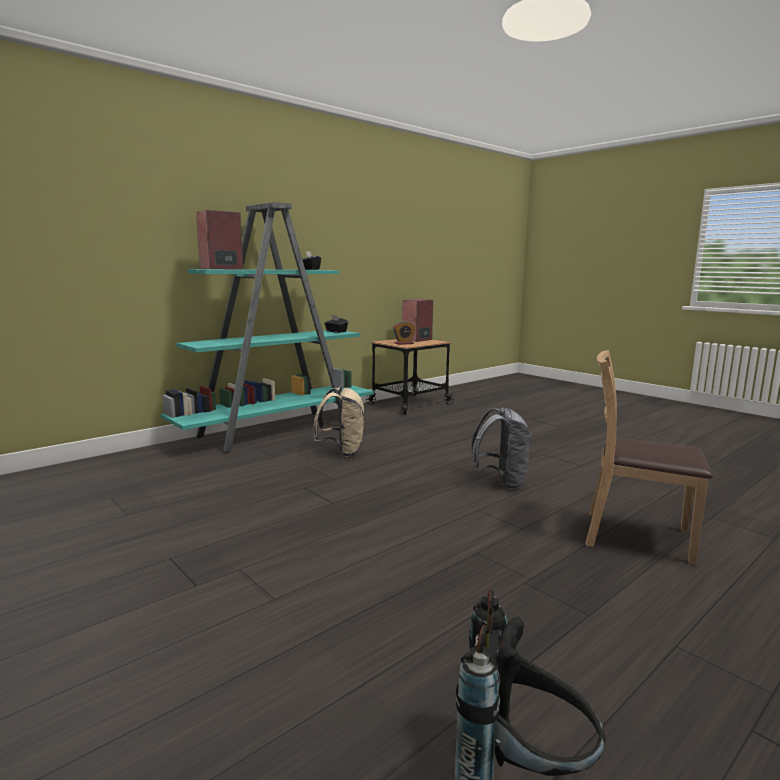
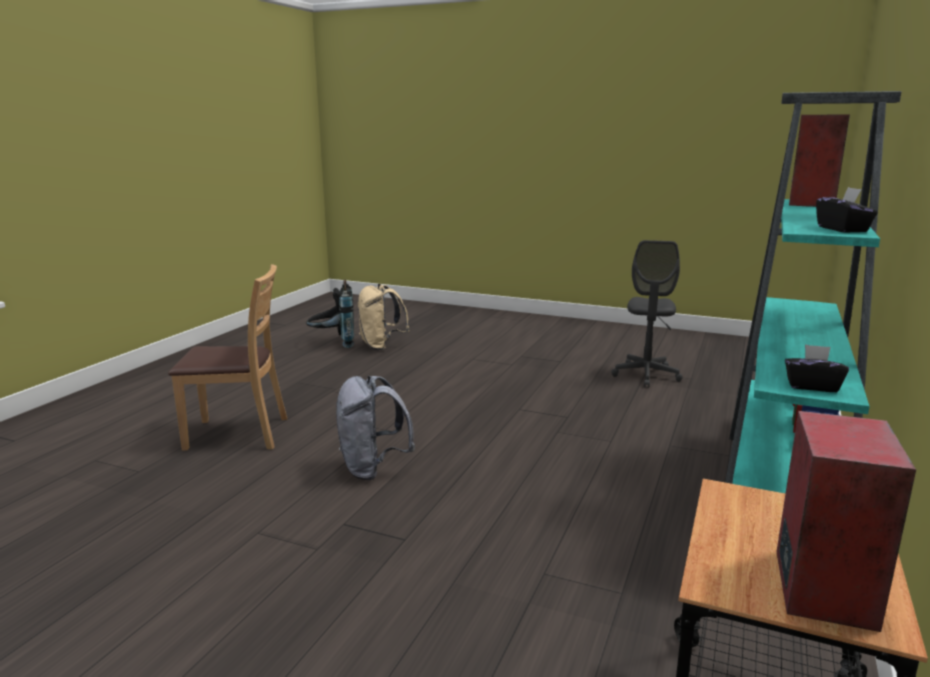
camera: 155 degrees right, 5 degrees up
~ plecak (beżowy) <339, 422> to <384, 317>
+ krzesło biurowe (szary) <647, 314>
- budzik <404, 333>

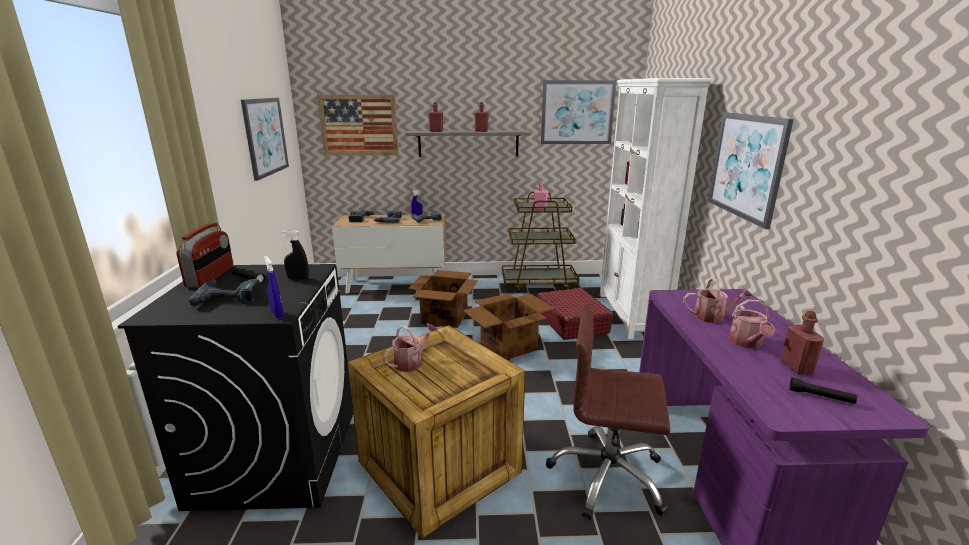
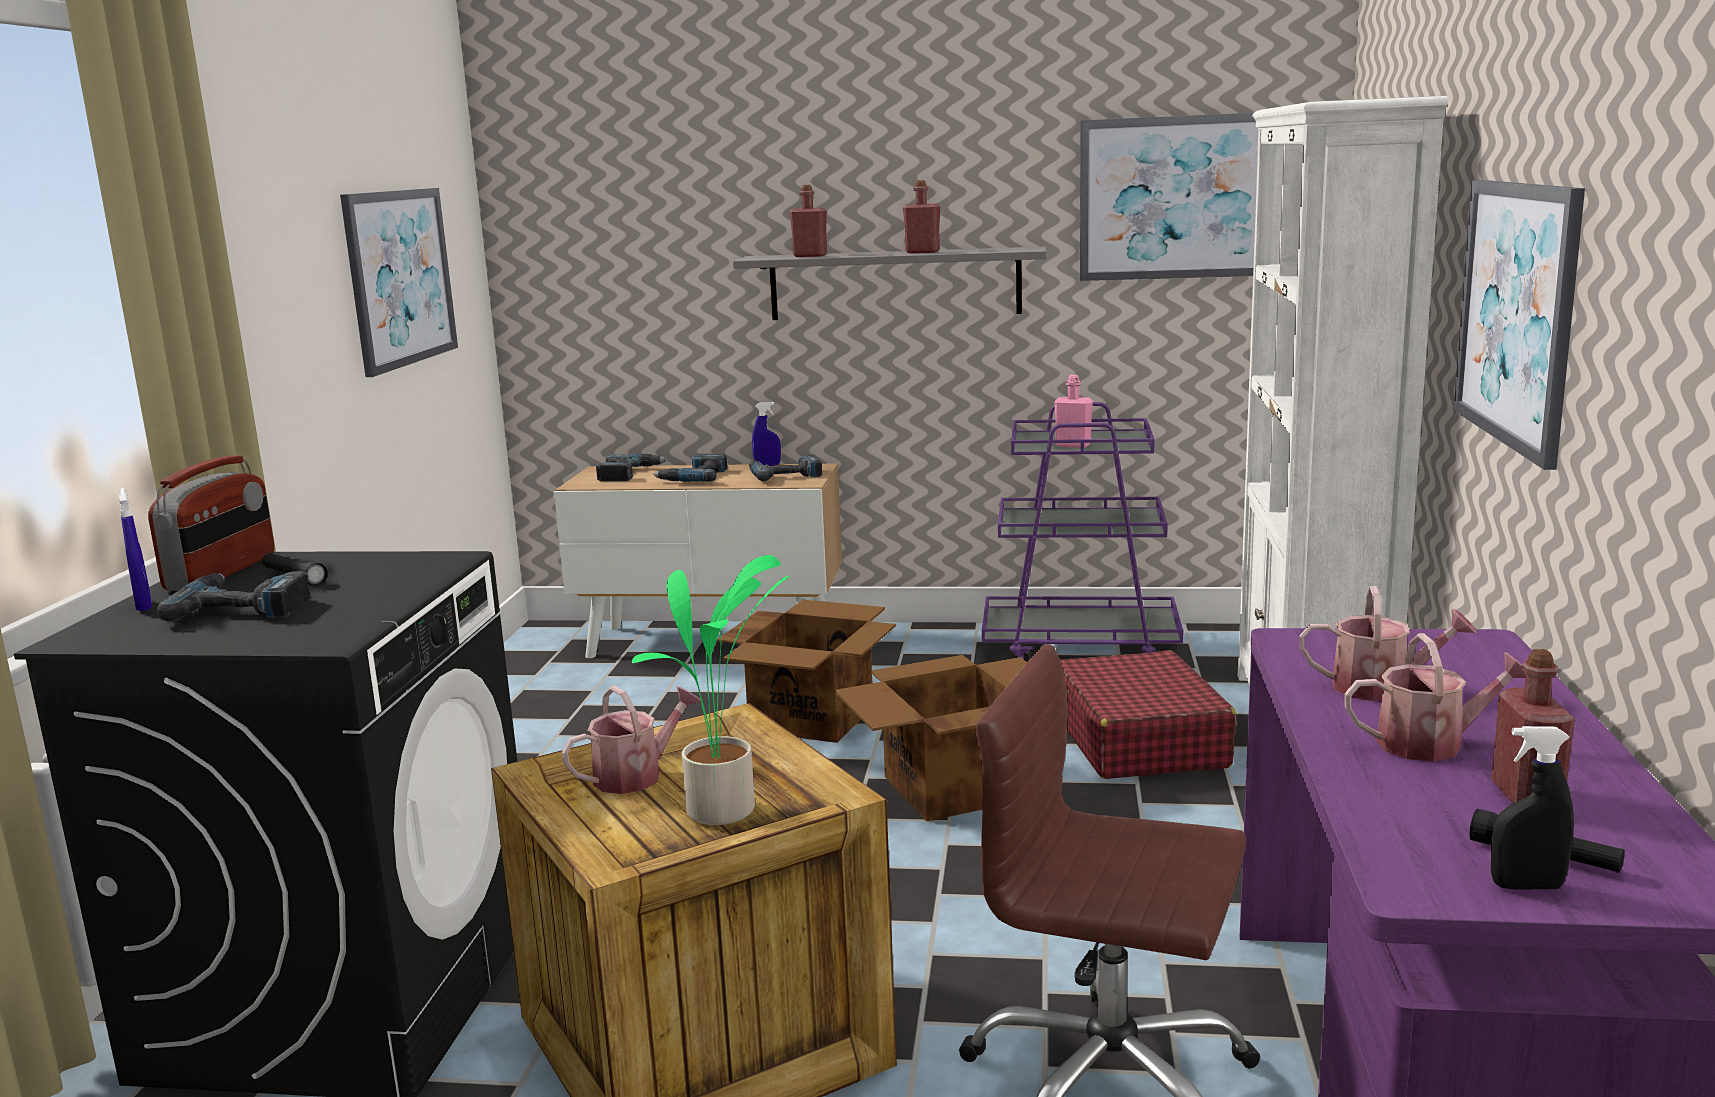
camera: 10 degrees right, 5 degrees down
~ spryskiwacz (niebieski) <274, 287> to <135, 549>
+ roślina doniczkowa <711, 690>
~ wózek (brązowy) <540, 242> to wózek (fioletowy) <1082, 532>
~ konewka <752, 324> = <1435, 697> 105 degrees counterclockwise
~ spryskiwacz (czarny) <295, 255> to <1532, 808>
- obraz <358, 125>

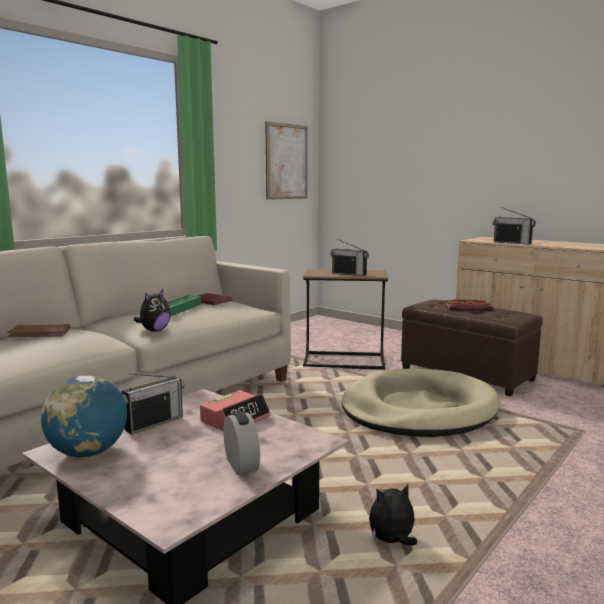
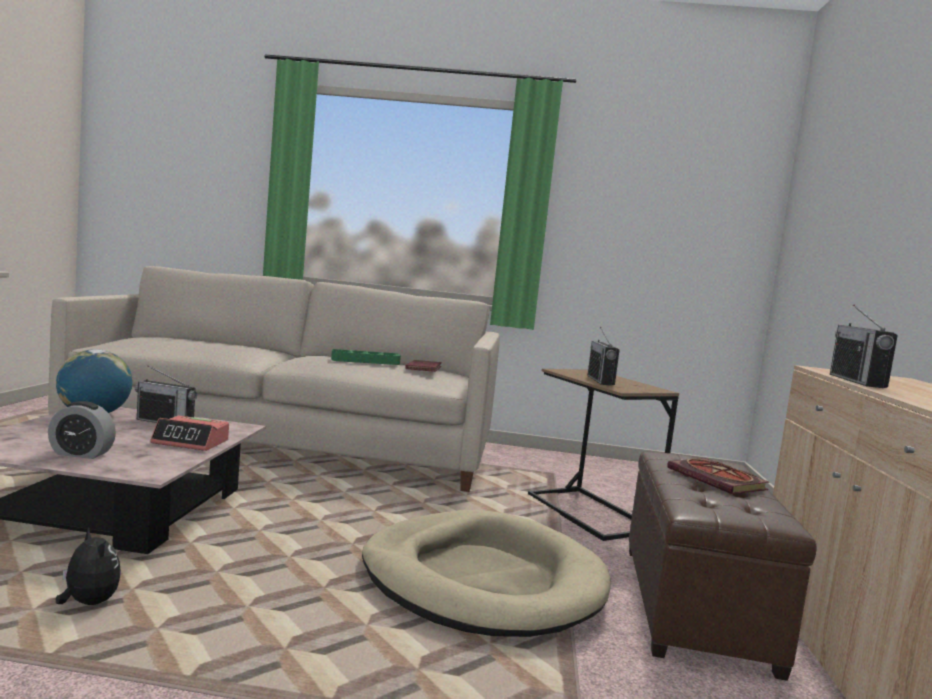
camera: 55 degrees right, 5 degrees down
~ budzik <242, 443> = <82, 430> 60 degrees clockwise
- książka (brązowy) <38, 330>
- pluszak <152, 311>
- obraz <286, 160>

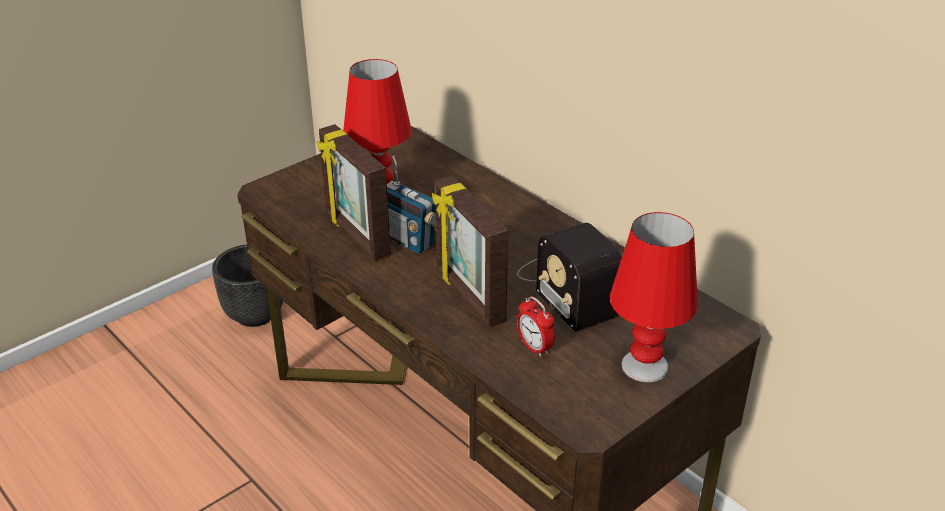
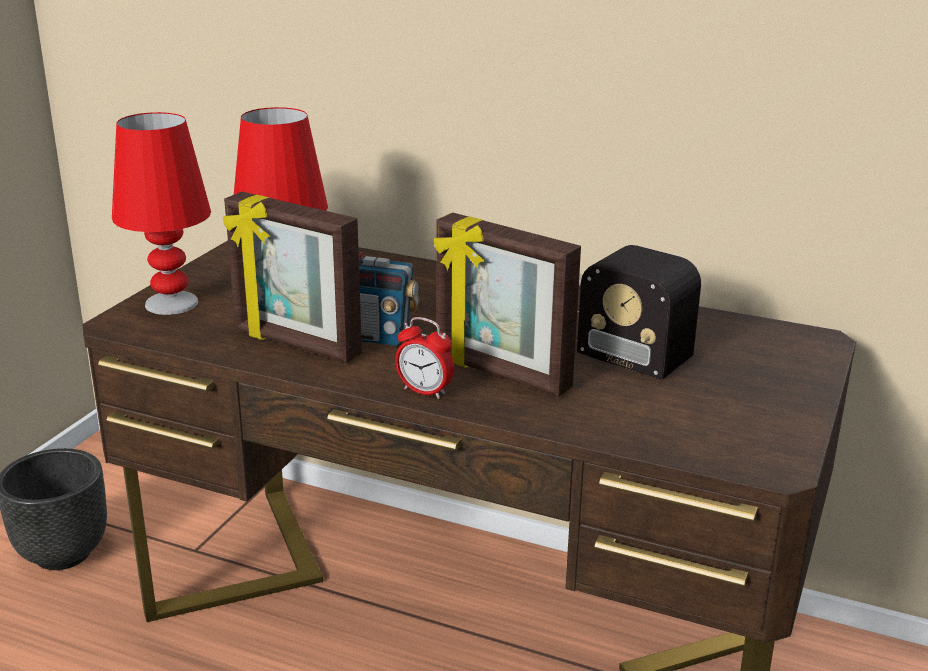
camera: 25 degrees left, 10 degrees down
~ lampa stołowa (czerwony) <654, 297> to <161, 213>
~ budzik <536, 326> to <424, 358>

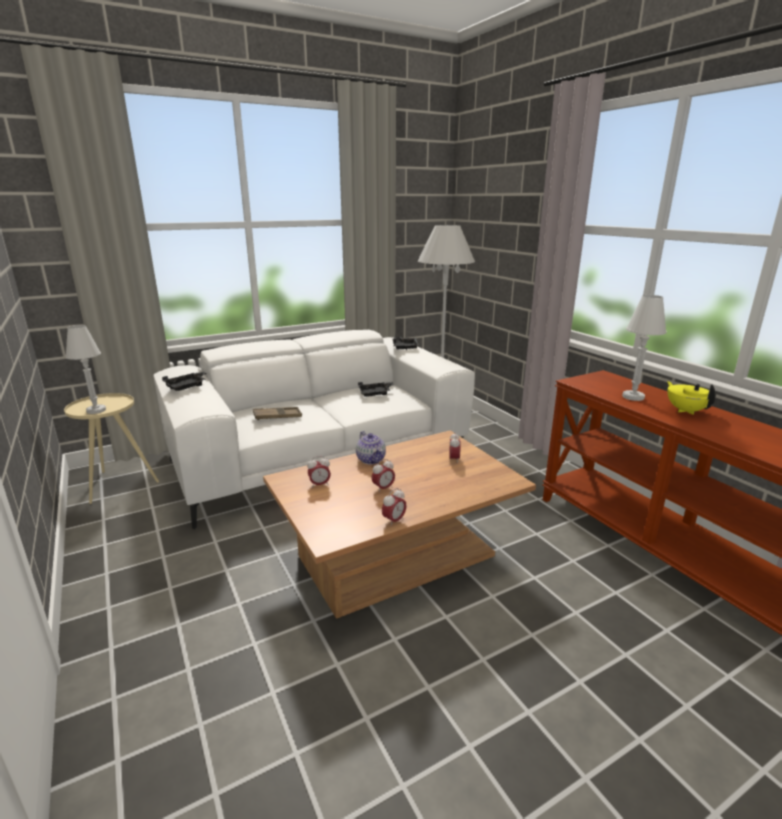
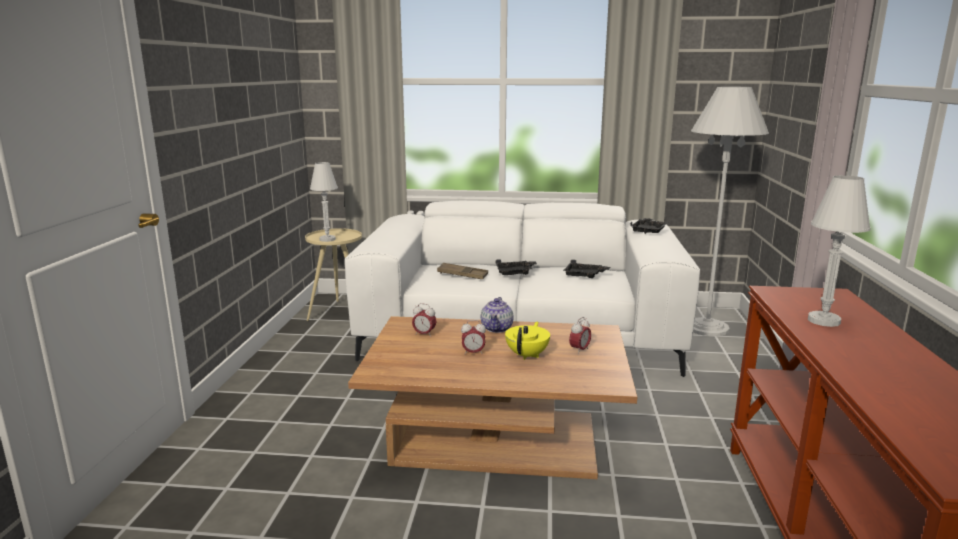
camera: 35 degrees right, 5 degrees down
~ taca (czarny) <184, 381> to <516, 267>
~ imbryk (żółty) <691, 398> to <527, 341>
- budzik <394, 506>

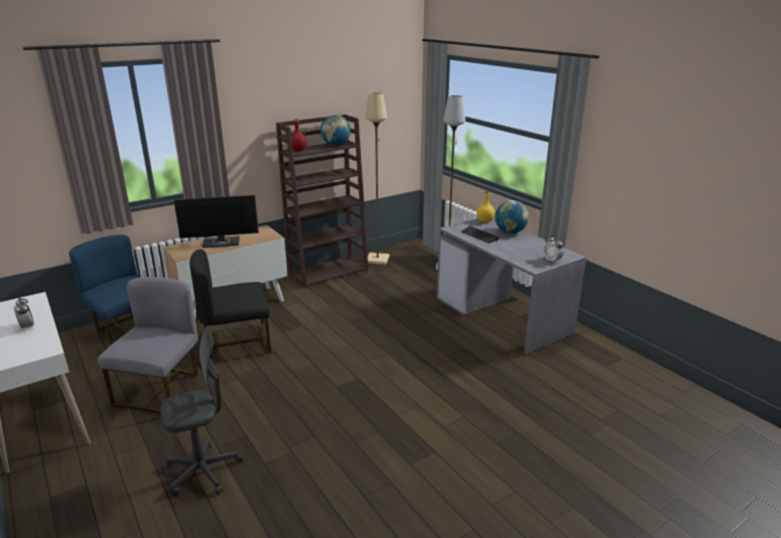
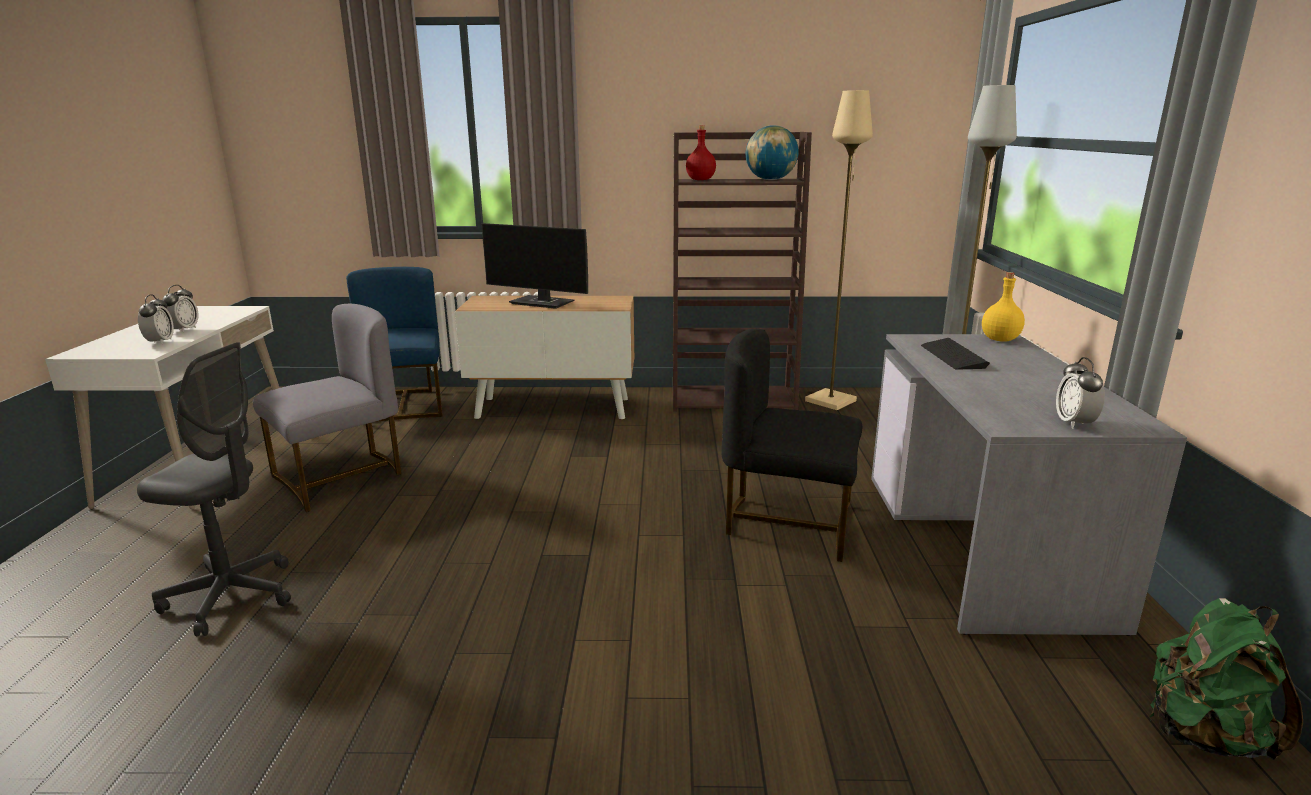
camera: 35 degrees right, 5 degrees down
+ budzik <156, 319>
~ krzesło (czarny) <230, 303> to <791, 445>
+ plecak (zielony) <1226, 679>
- globus <512, 216>

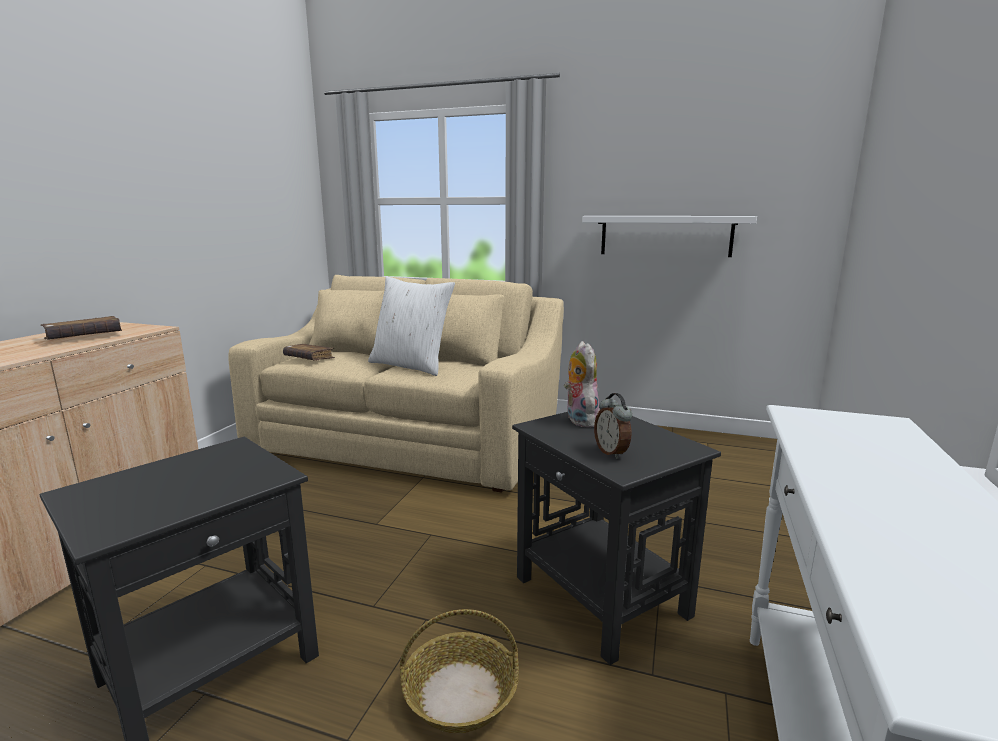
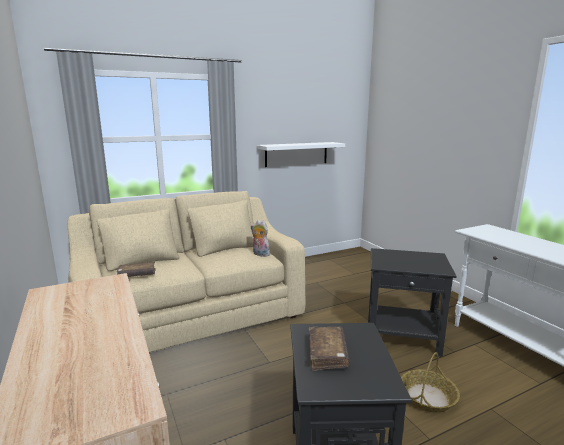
camera: 45 degrees left, 0 degrees up
~ pluszak <582, 384> to <260, 238>
~ książka (brązowy) <81, 328> to <329, 348>
- poduszka (biały) <411, 326>
- budzik <613, 426>

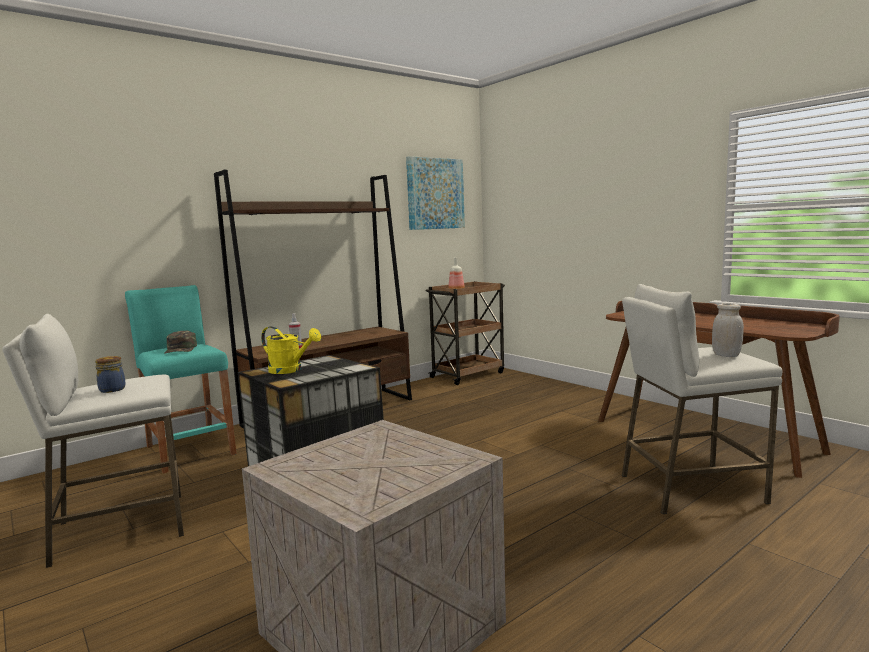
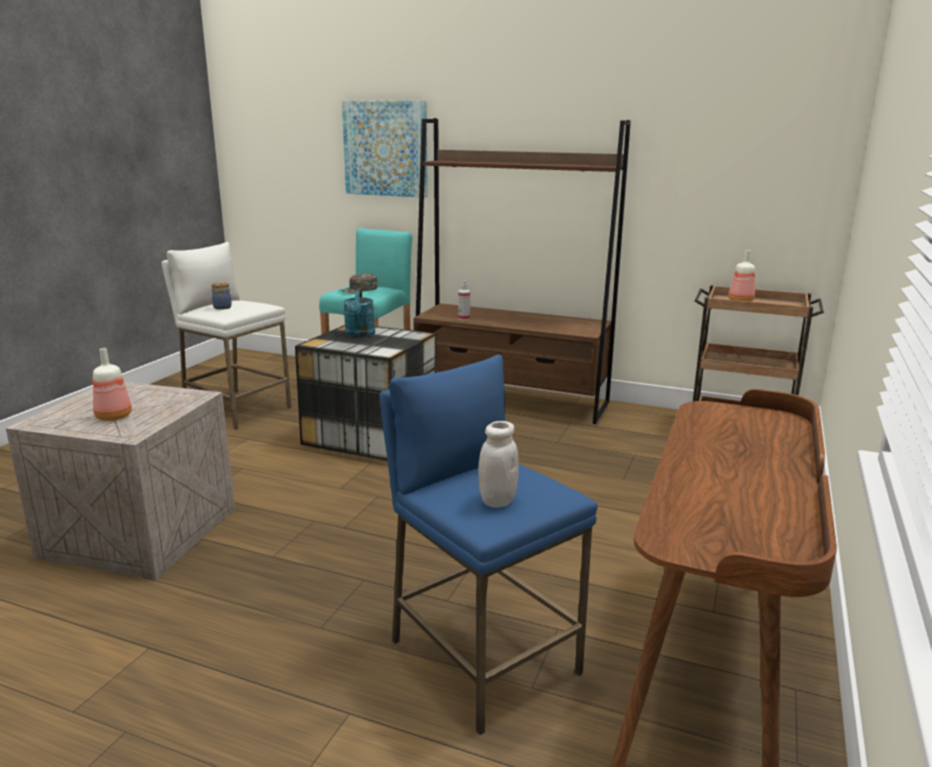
camera: 60 degrees right, 10 degrees up
+ butelka <112, 384>
~ obraz <435, 193> to <385, 149>
~ konewka (żółty) <291, 350> to konewka (turkusowy) <359, 313>
~ stołek (biały) <702, 399> to stołek (niebieski) <488, 544>

